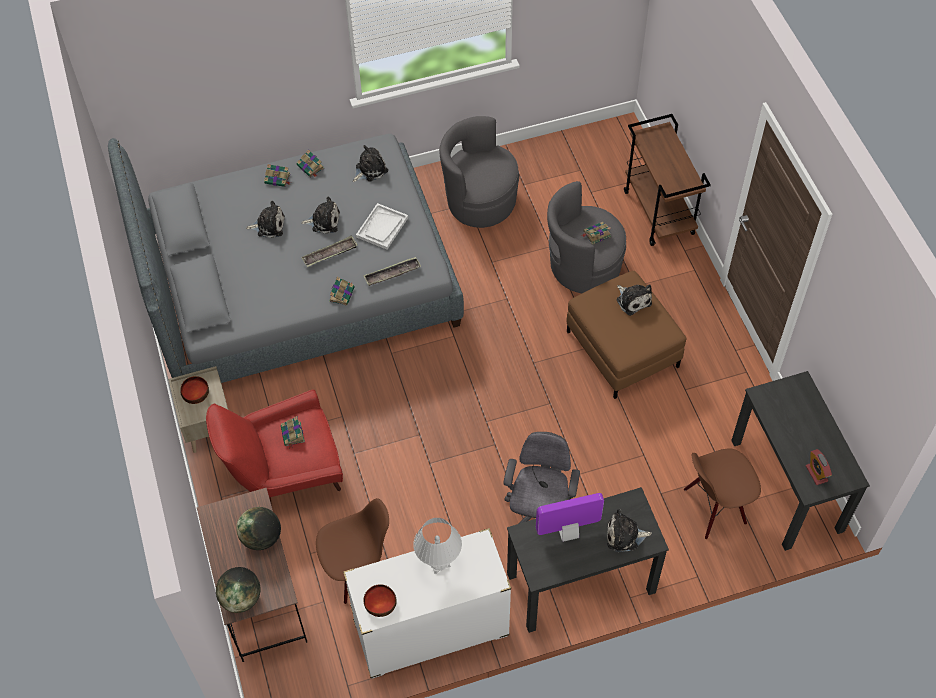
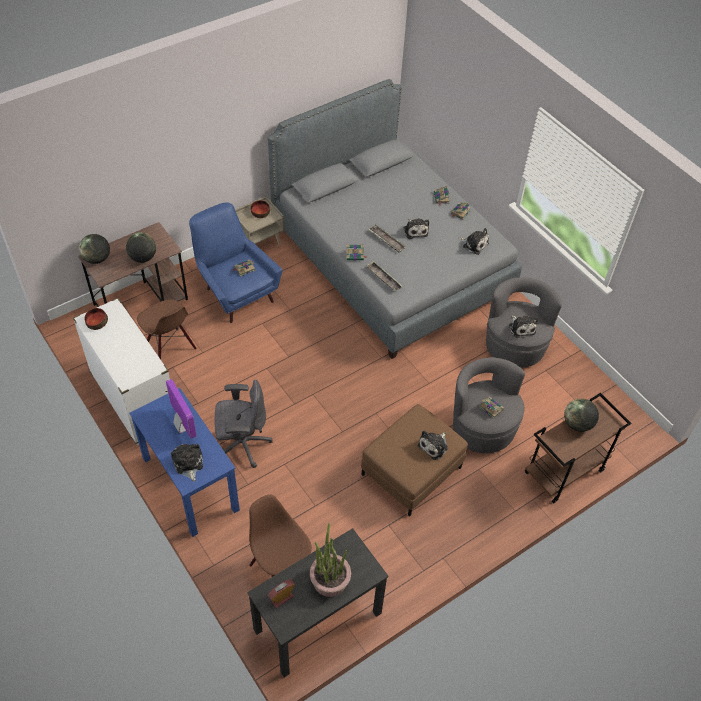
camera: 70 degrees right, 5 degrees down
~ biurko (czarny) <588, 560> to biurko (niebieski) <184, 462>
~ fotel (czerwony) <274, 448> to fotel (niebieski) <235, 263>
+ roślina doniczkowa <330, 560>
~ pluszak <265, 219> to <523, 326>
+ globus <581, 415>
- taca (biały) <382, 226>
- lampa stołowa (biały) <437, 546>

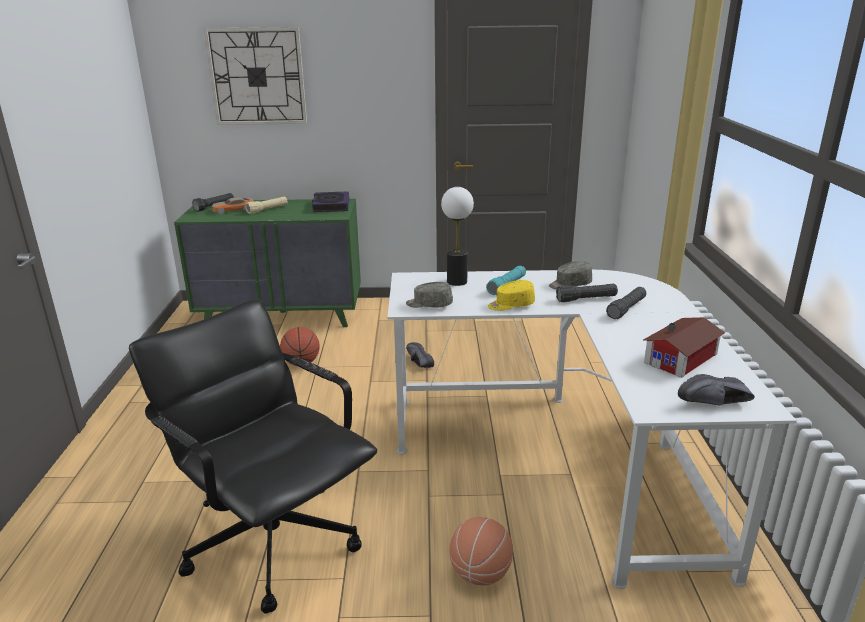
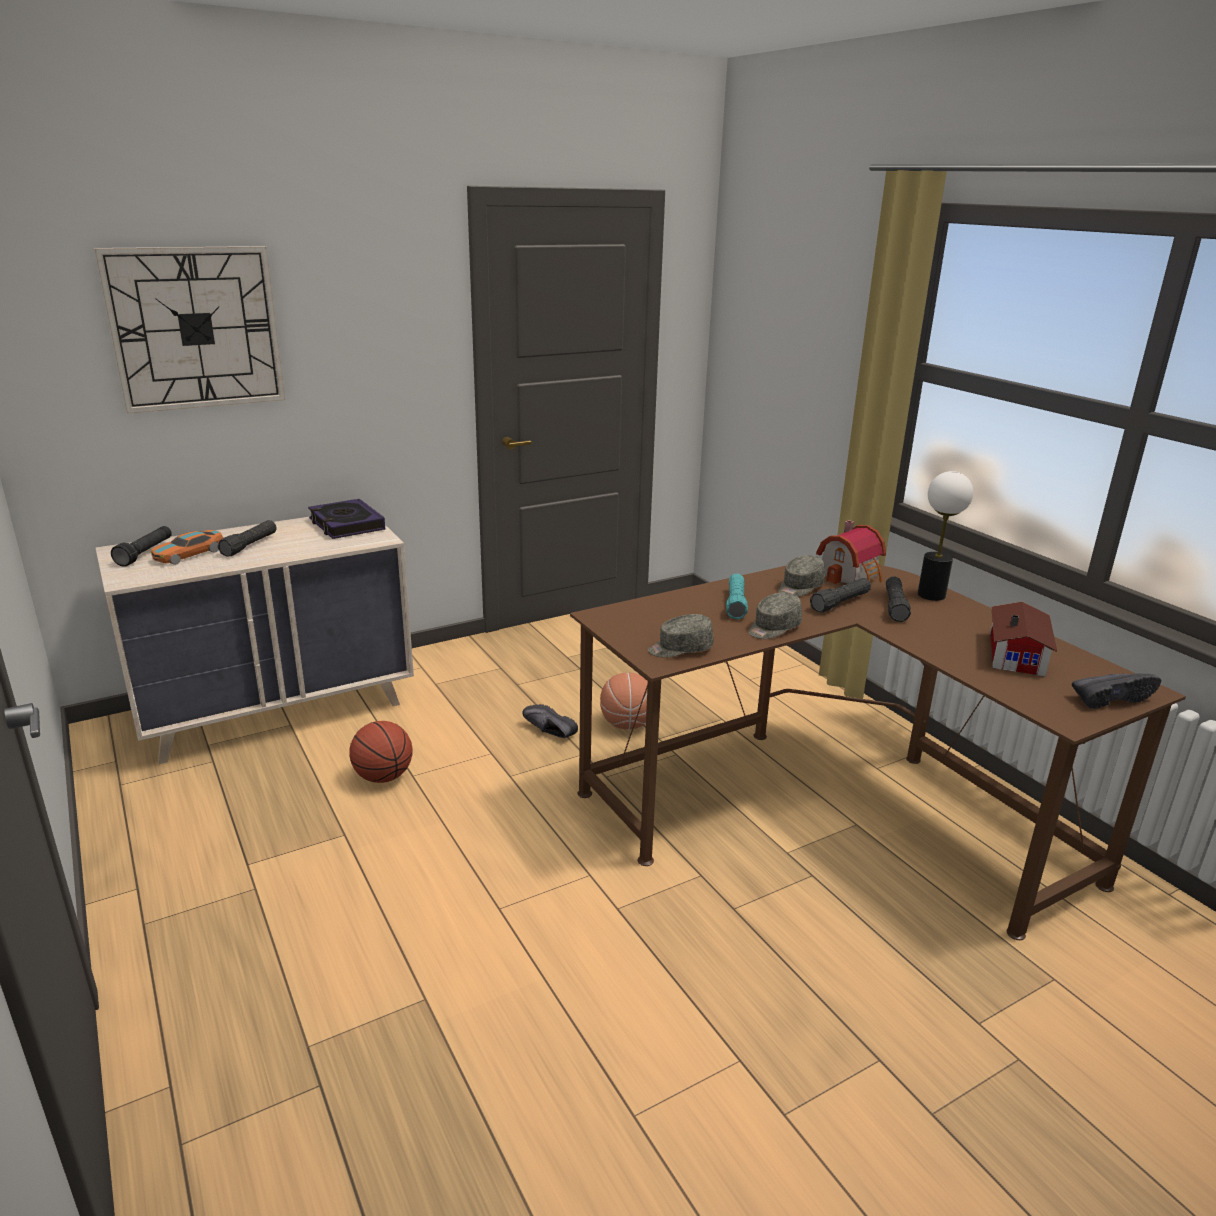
camera: 30 degrees left, 0 degrees up
~ komoda (zielony) <267, 263> to komoda (beżowy) <255, 640>
~ latarka (beżowy) <266, 205> to latarka (czarny) <247, 538>
~ biurko (biały) <592, 429> to biurko (brązowy) <878, 752>
~ piłka do koszykówki <481, 551> to <624, 701>
~ czapka z daszkiem (żółty) <511, 295> to czapka z daszkiem (szary) <775, 615>
+ domek <851, 552>
~ lampa stołowa <457, 236> to <945, 536>
~ but (czarny) <716, 390> = <1116, 691> 150 degrees counterclockwise
- krzesło biurowe (czarny) <253, 456>

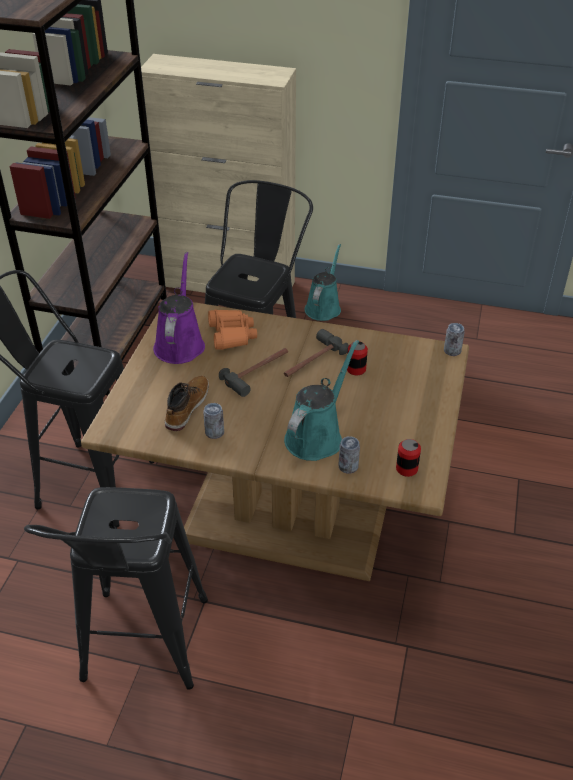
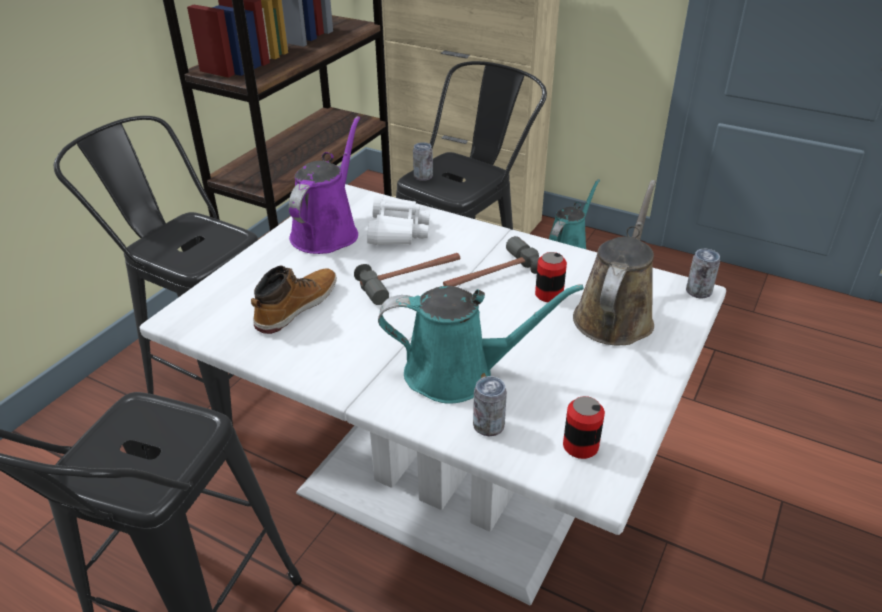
camera: 15 degrees right, 5 degrees down
~ stół jadalny (brązowy) <275, 441> to stół jadalny (biały) <433, 394>
~ lornetka (pomarańczowy) <232, 330> to lornetka (biały) <398, 220>
~ konewka (turkusowy) <321, 400> = <481, 344> 45 degrees clockwise
~ puszka <213, 421> to <423, 161>
+ konewka (brązowy) <614, 263>

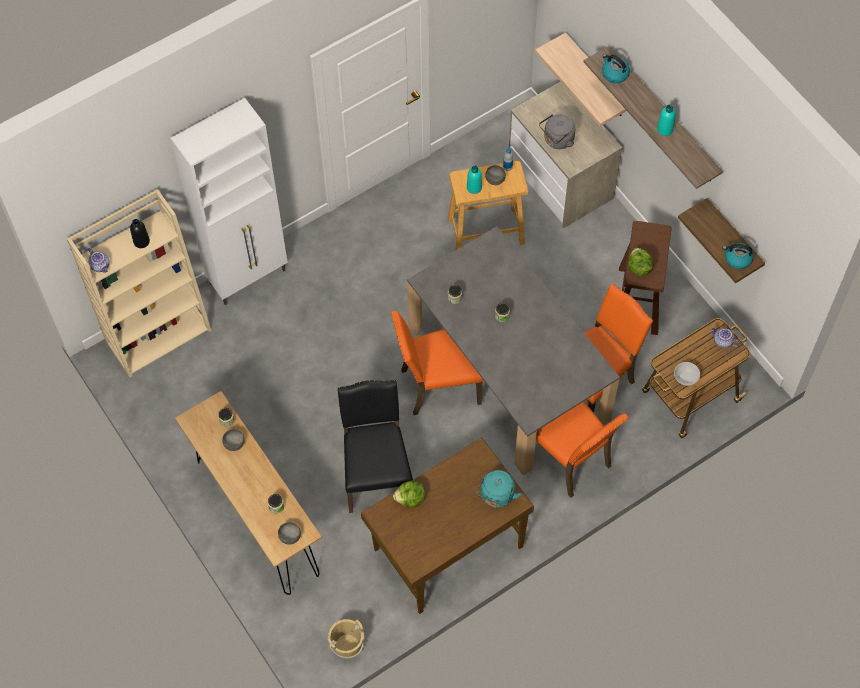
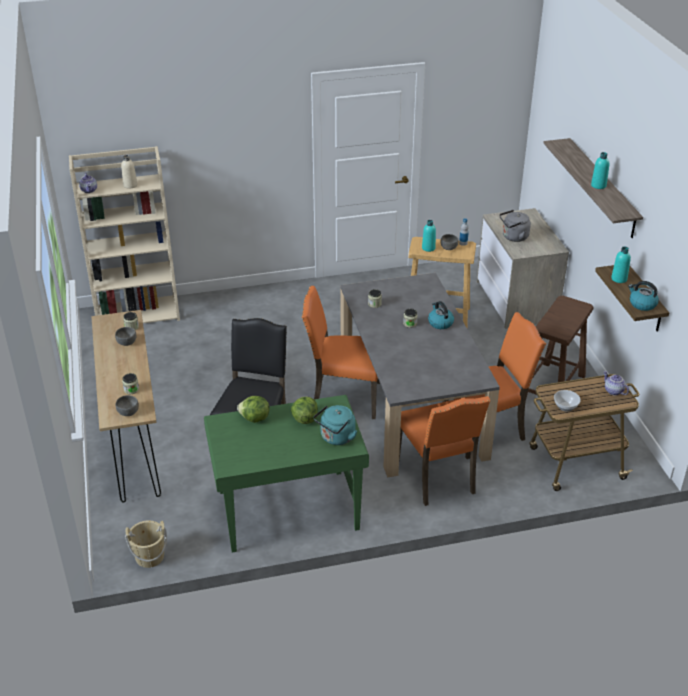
camera: 20 degrees right, 25 degrees down
~ butelka (czarny) <140, 233> to butelka (beżowy) <129, 172>
~ biurko (brązowy) <447, 525> to biurko (zielony) <286, 474>
~ sałata <641, 262> to <304, 410>
~ czajnik <616, 68> to <441, 315>
+ butelka (turkusowy) <621, 264>
- szafka (biały) <229, 201>
- półka <581, 79>

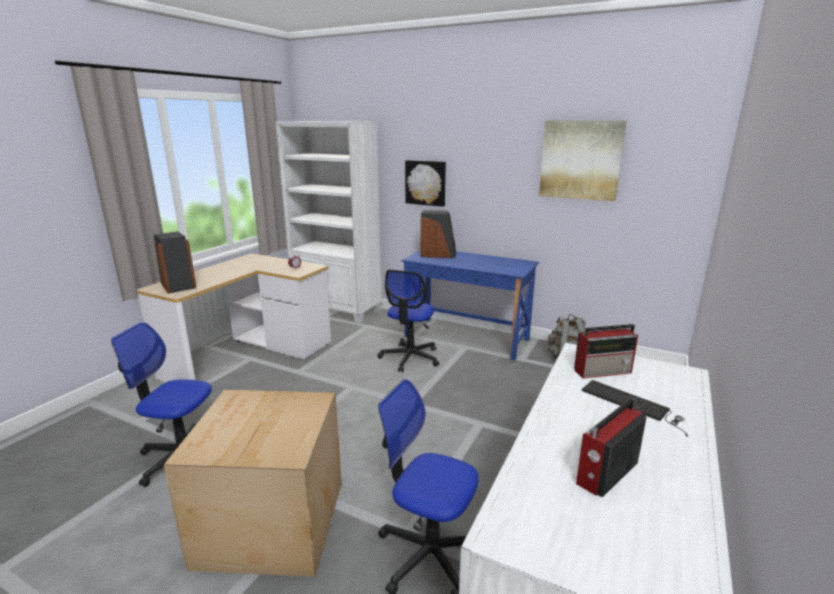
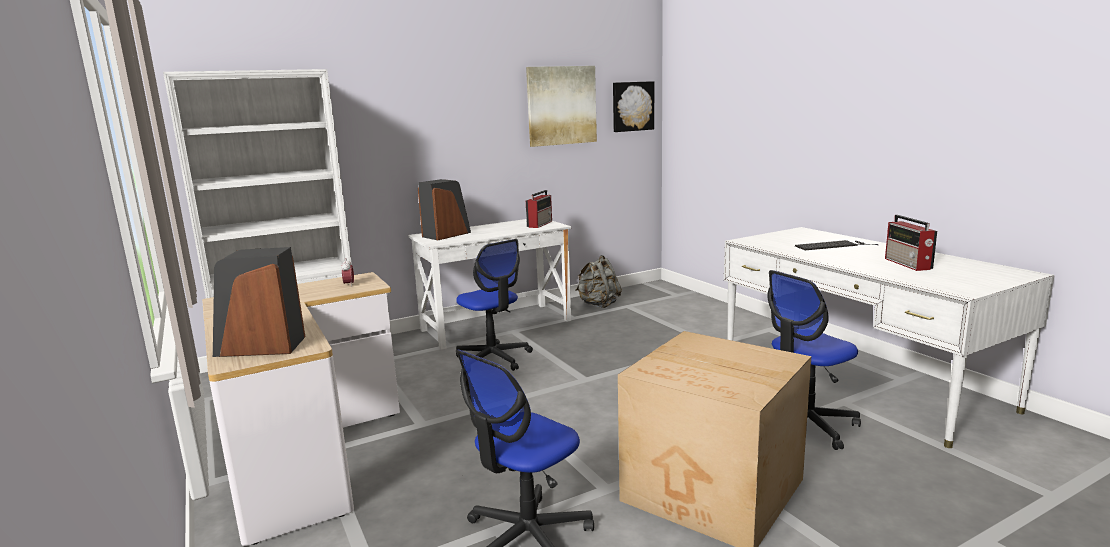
camera: 55 degrees left, 5 degrees down
~ biurko (niebieski) <470, 305> to biurko (biały) <489, 284>
~ radio <606, 351> to <539, 209>
~ obraz <425, 183> to <633, 106>

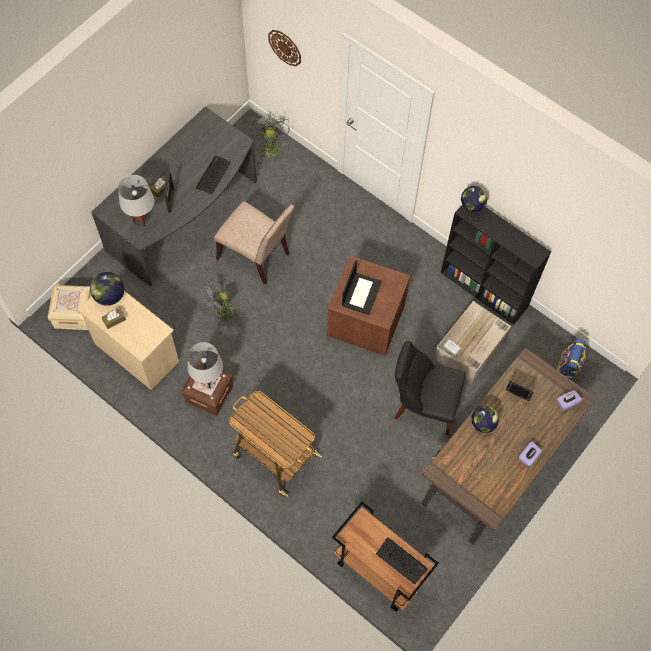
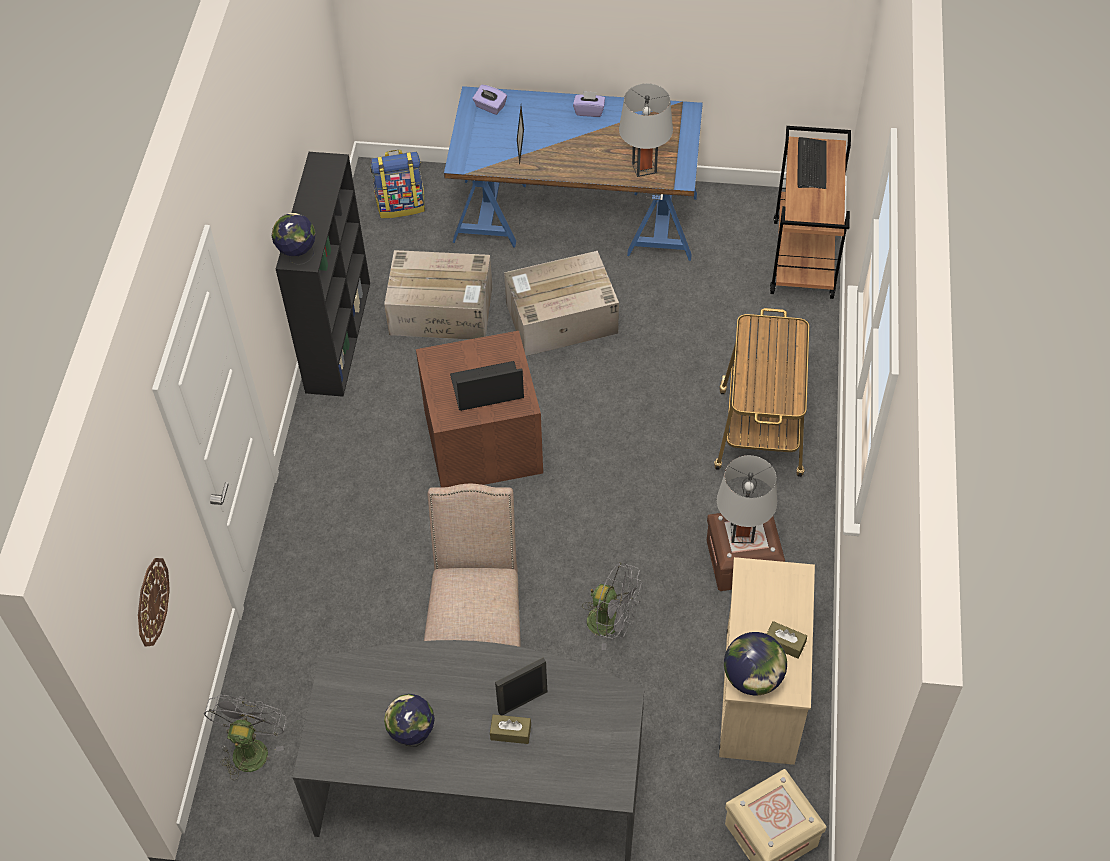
camera: 120 degrees left, 10 degrees down
~ wentylator (szary) <270, 137> = <245, 738> 135 degrees clockwise
~ globus <485, 420> to <409, 720>
~ biurko (brązowy) <508, 446> to biurko (niebieski) <573, 173>
~ krzesło (czarny) <430, 388> to karton <561, 303>
~ lampa stołowa (szary) <136, 201> to <646, 130>
- klawiatura <213, 174>

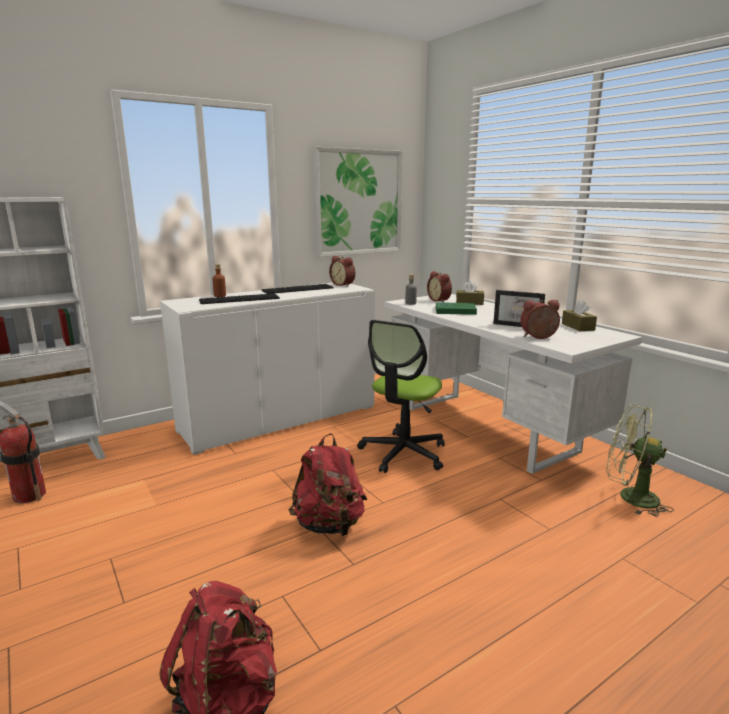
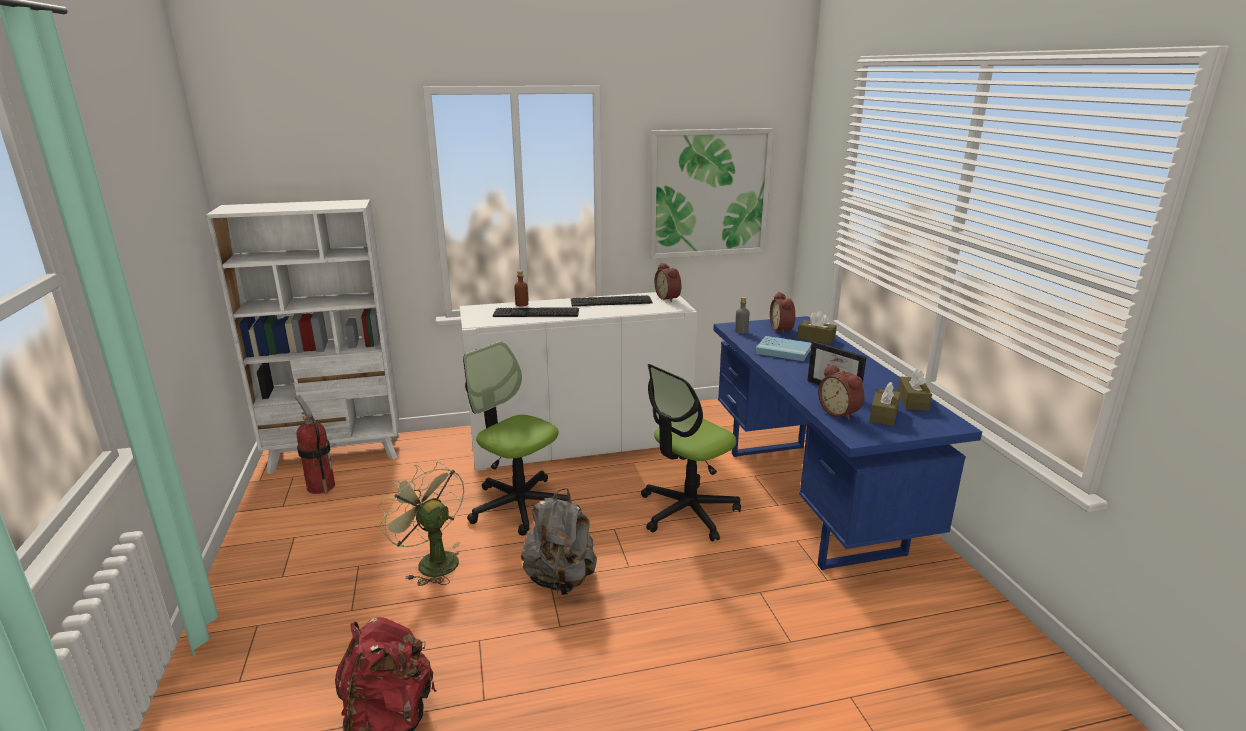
camera: 20 degrees right, 5 degrees up
~ wentylator (zielony) <640, 460> to <421, 524>
+ krzesło biurowe <515, 438>
~ plecak (czerwony) <327, 484> to plecak (szary) <559, 541>
~ biurko (biały) <513, 384> to biurko (niebieski) <847, 443>
~ książka (zielony) <456, 308> to książka (niebieski) <784, 348>
~ budzik <540, 319> = <841, 392> 135 degrees counterclockwise
+ pudełko chusteczek (brązowy) <885, 404>

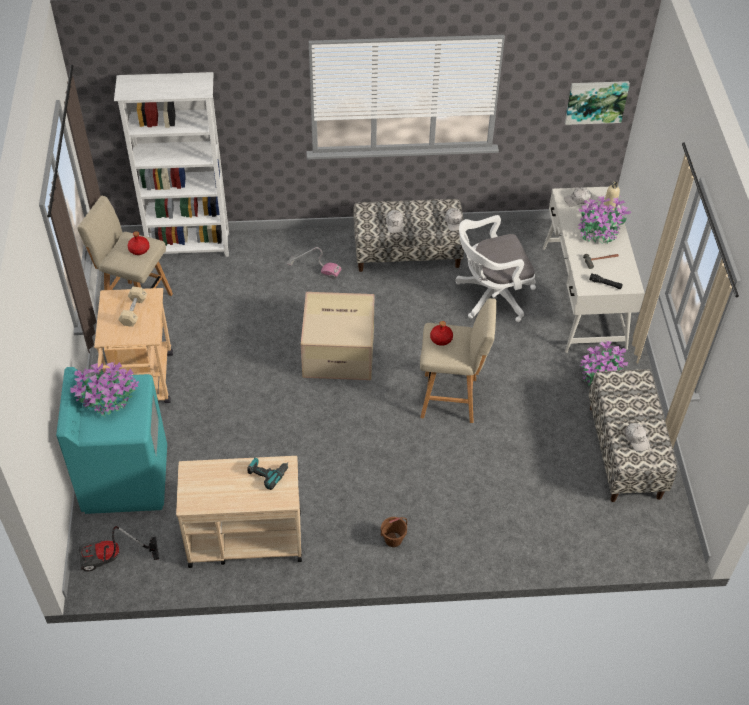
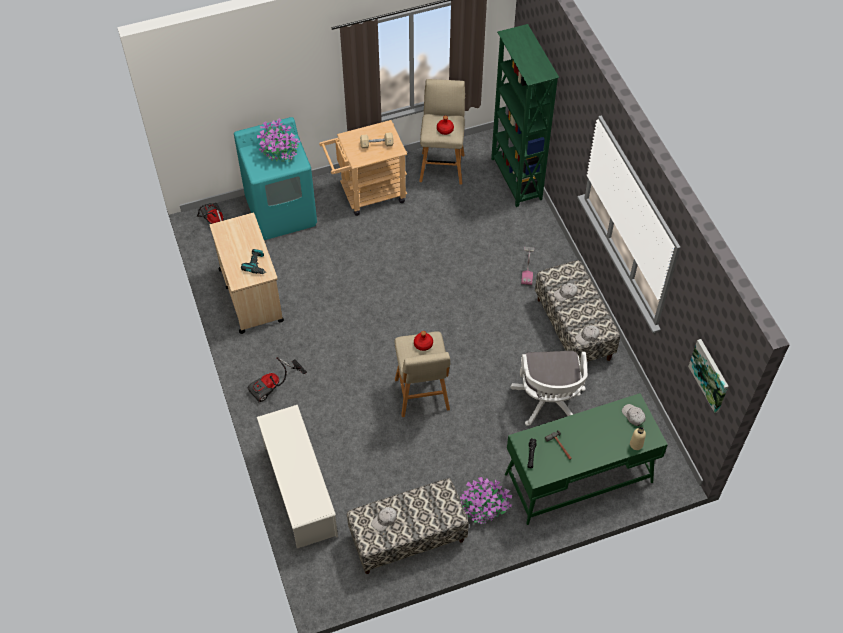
camera: 75 degrees right, 5 degrees up
~ wiadro (brązowy) <394, 532> to odkurzacz <277, 379>
+ regał na buty (biały) <297, 476>
~ regał (biały) <171, 164> to regał (zielony) <525, 115>
~ biurko (biały) <593, 270> to biurko (zielony) <586, 459>
~ krzesło biurowe (biały) <495, 268> = <549, 388> 150 degrees counterclockwise
- karton <338, 336>
- roślina doniczkowa <604, 219>

